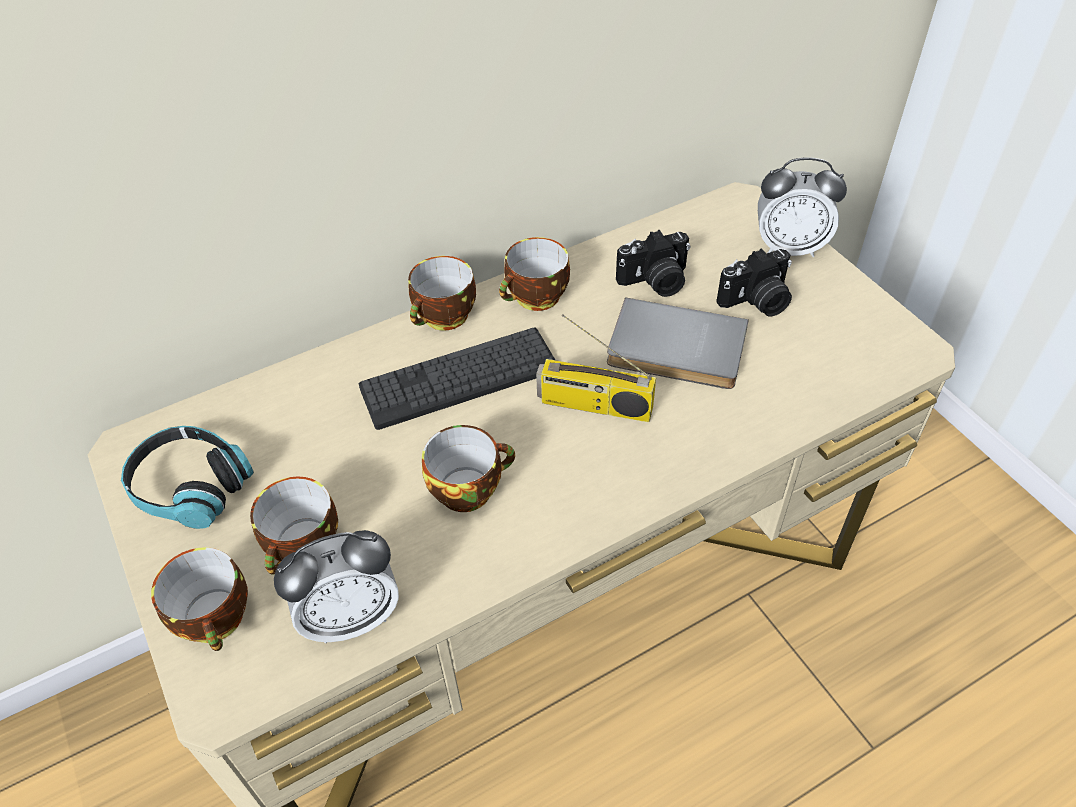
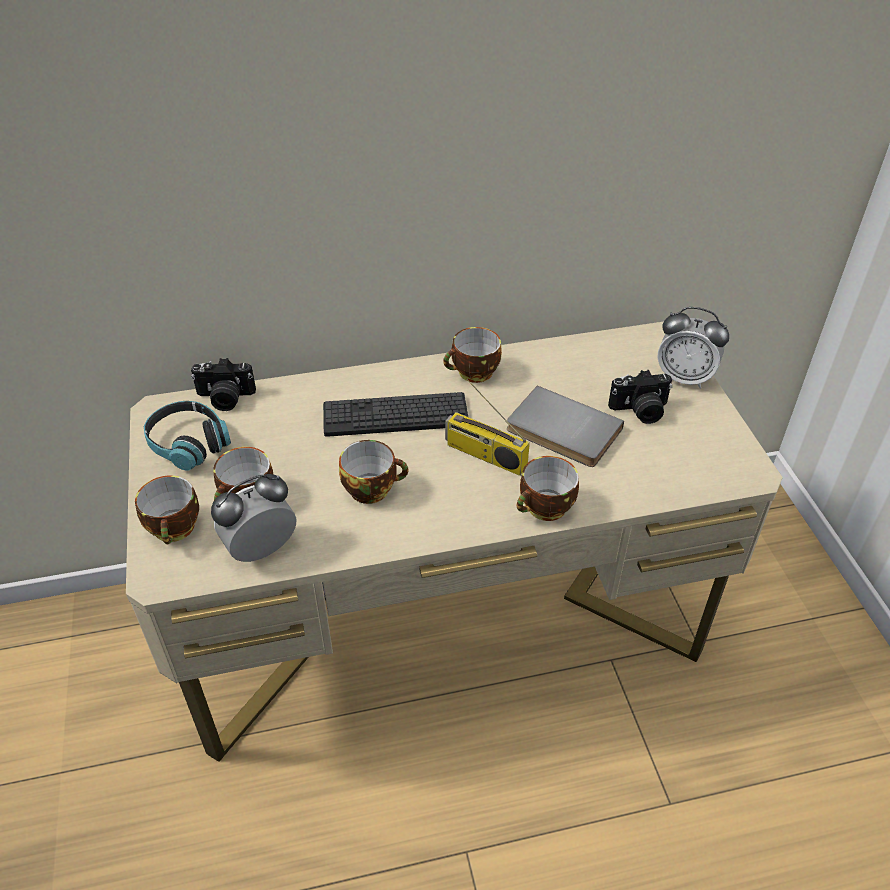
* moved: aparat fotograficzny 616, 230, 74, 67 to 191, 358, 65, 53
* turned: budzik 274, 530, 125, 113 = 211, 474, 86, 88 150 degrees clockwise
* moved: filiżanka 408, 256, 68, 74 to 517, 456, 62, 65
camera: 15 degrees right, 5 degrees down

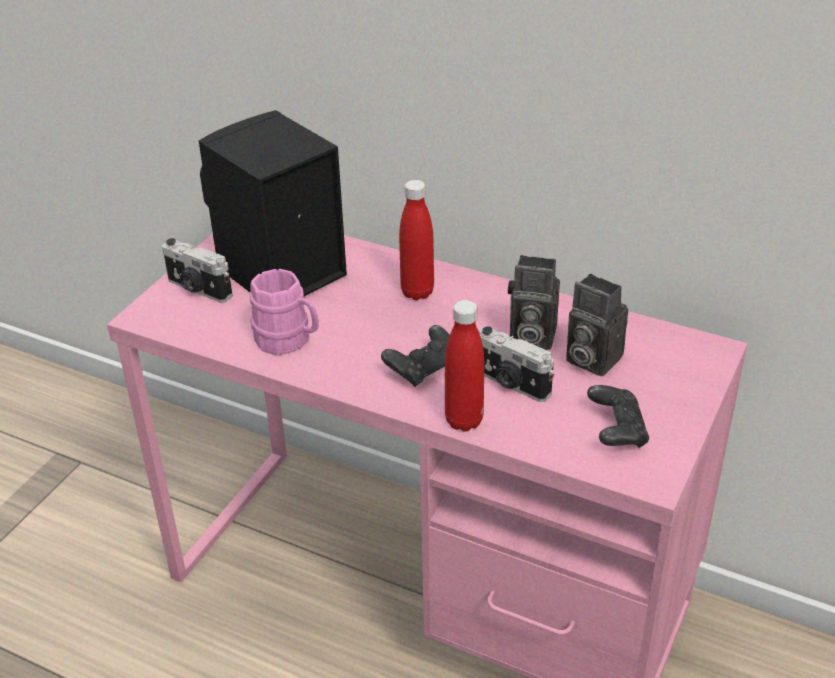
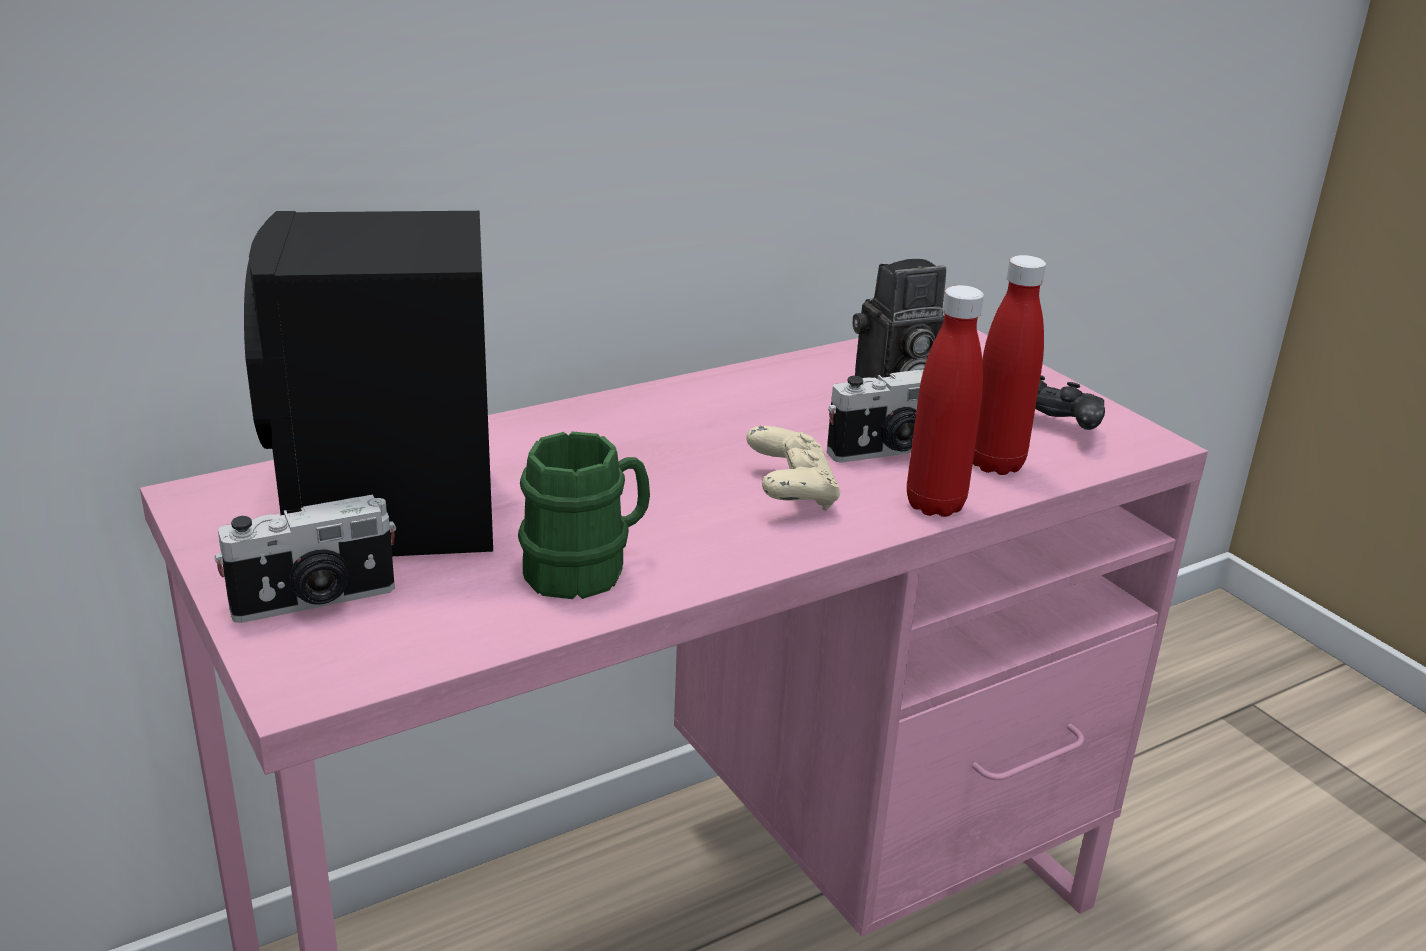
* recoloured: kubek/różowy 249, 269, 70, 86 to kubek/zielony 518, 432, 132, 167
* recoloured: pad do gier/czarny 381, 325, 69, 62 to pad do gier/beżowy 747, 426, 94, 85
* moved: butelka/czerwony 399, 180, 35, 120 to 973, 255, 73, 220
* removed: aparat fotograficzny 508, 255, 52, 95
camera: 60 degrees left, 10 degrees down

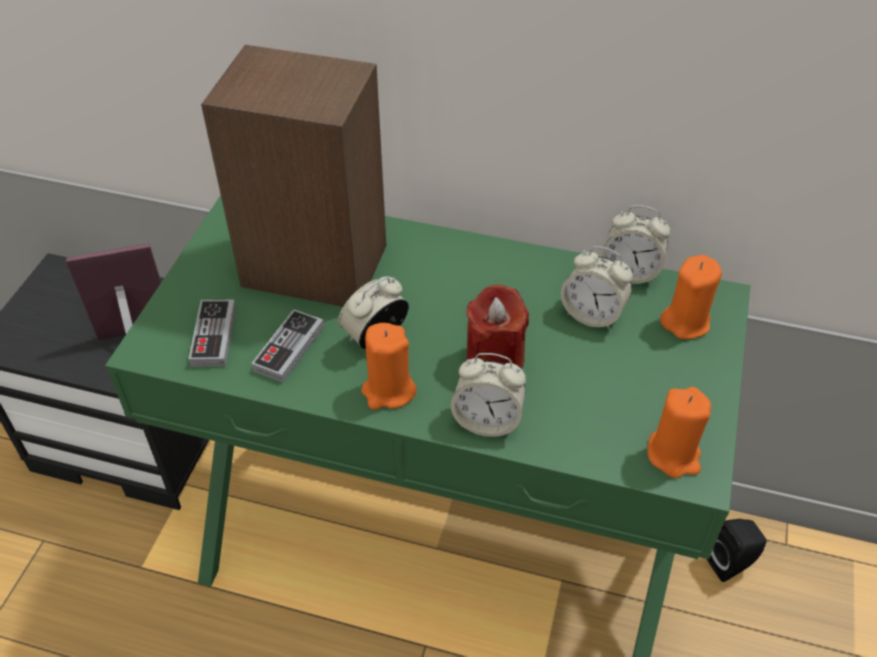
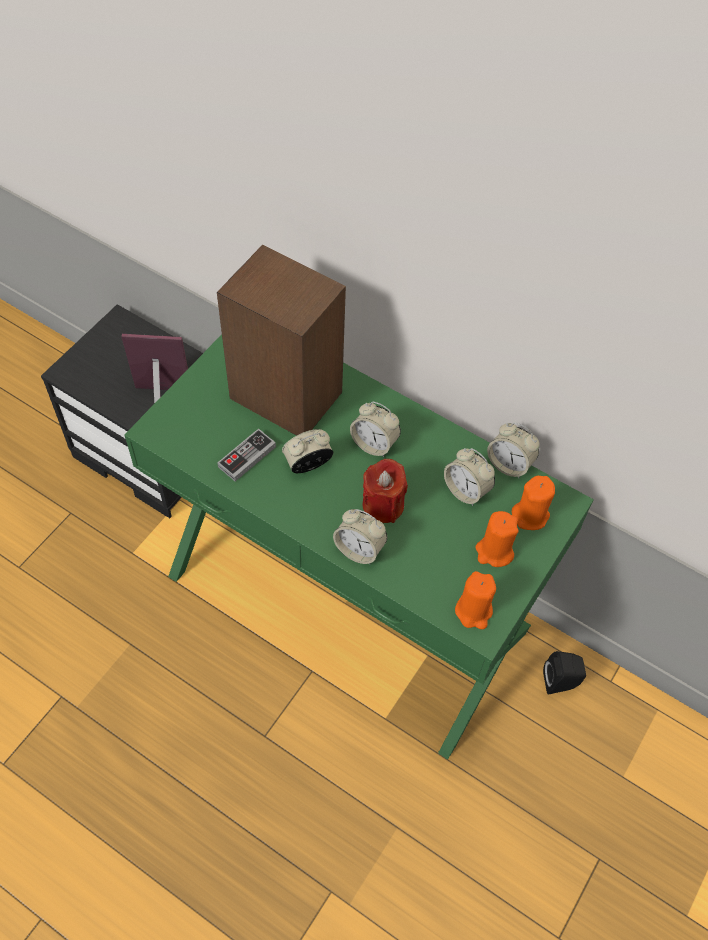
* added: budzik 350, 402, 51, 55
* moved: świeca/pomarańczowy 361, 323, 56, 87 to 476, 511, 42, 56
* removed: pad do gier 189, 299, 47, 68
camera: 15 degrees right, 10 degrees up

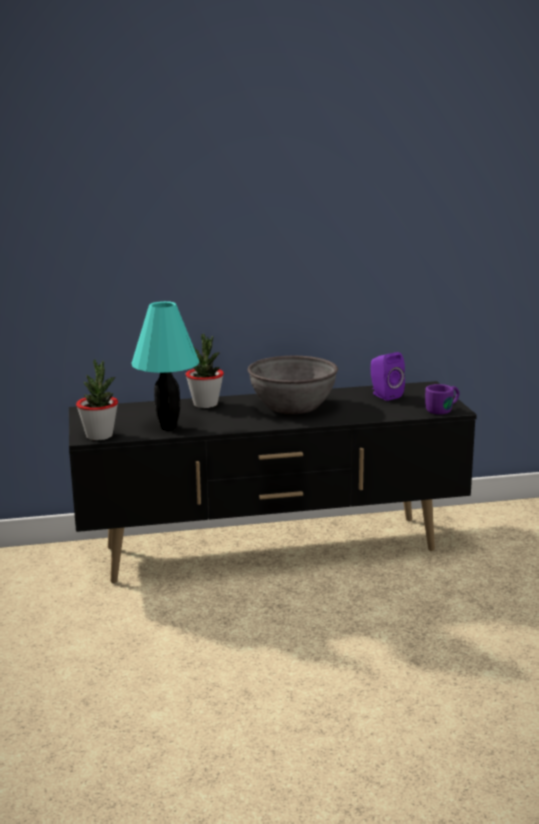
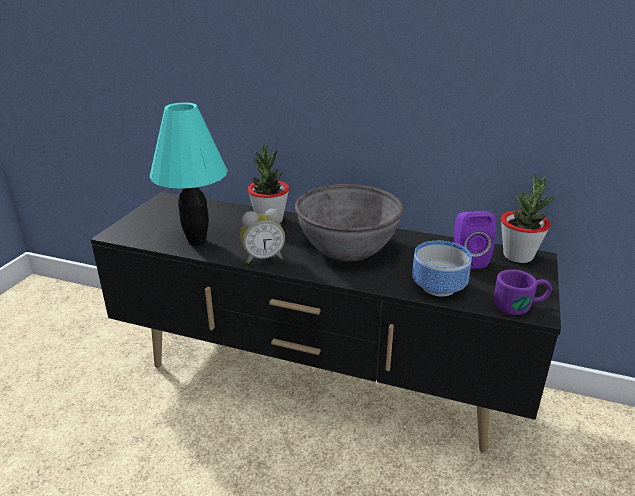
* added: budzik 241, 209, 44, 55
* added: miska 412, 241, 60, 56
* moved: roślina doniczkowa 76, 359, 42, 81 to 501, 173, 54, 90
camera: 30 degrees right, 10 degrees up

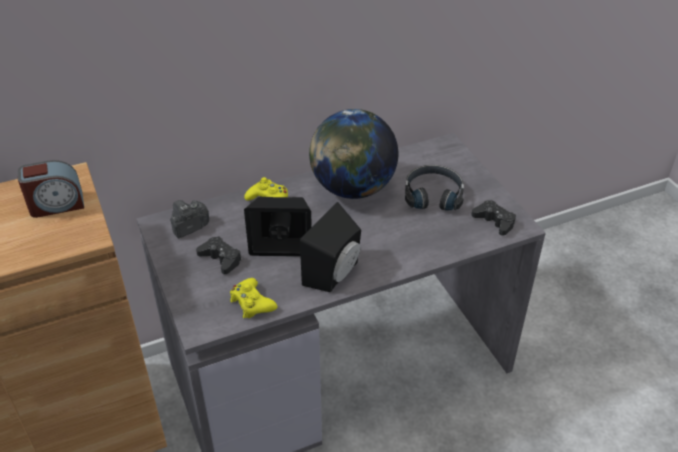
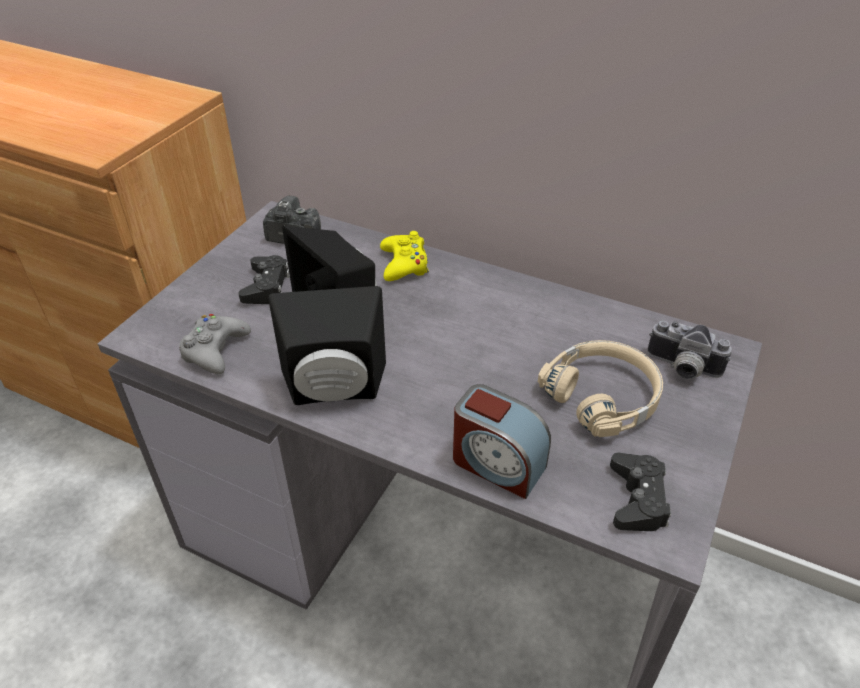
* recoloured: pad do gier/żółty 230, 278, 47, 40 to pad do gier/szary 179, 314, 72, 60
* moved: budzik 18, 160, 66, 58 to 453, 384, 98, 115
* recoloured: słuchawki/czarny 405, 165, 59, 45 to słuchawki/beżowy 538, 340, 125, 97
* added: aparat fotograficzny 647, 320, 85, 60
* removed: globus 309, 109, 89, 90
camera: 50 degrees right, 0 degrees up

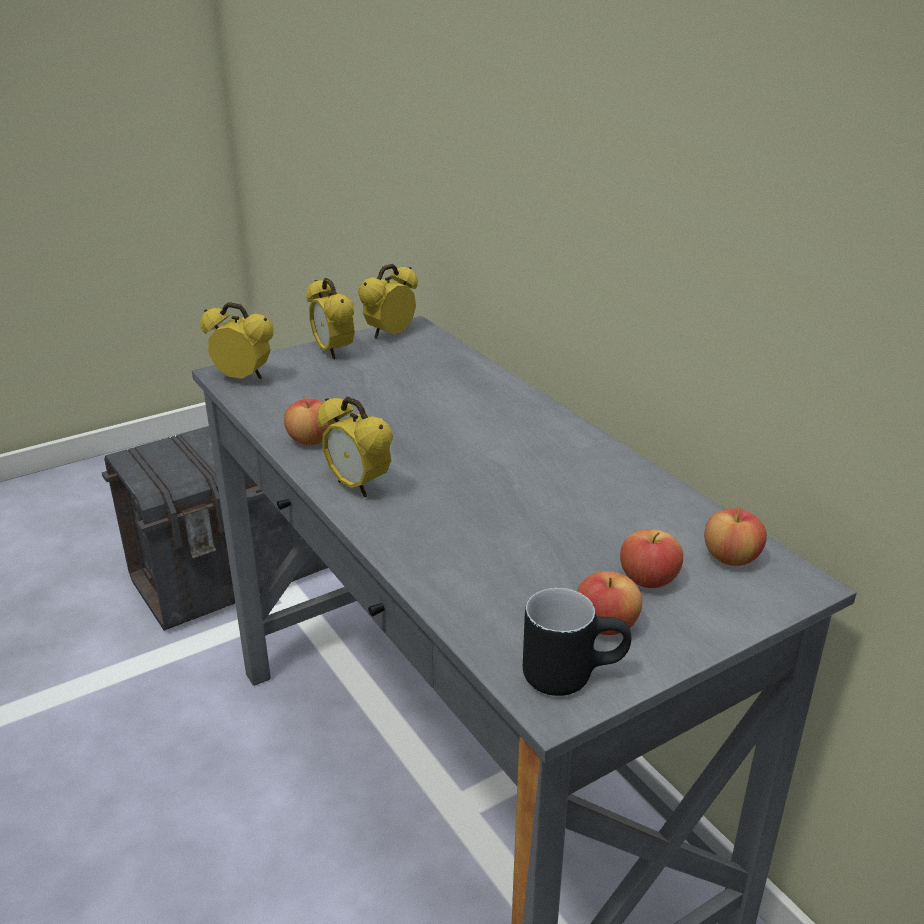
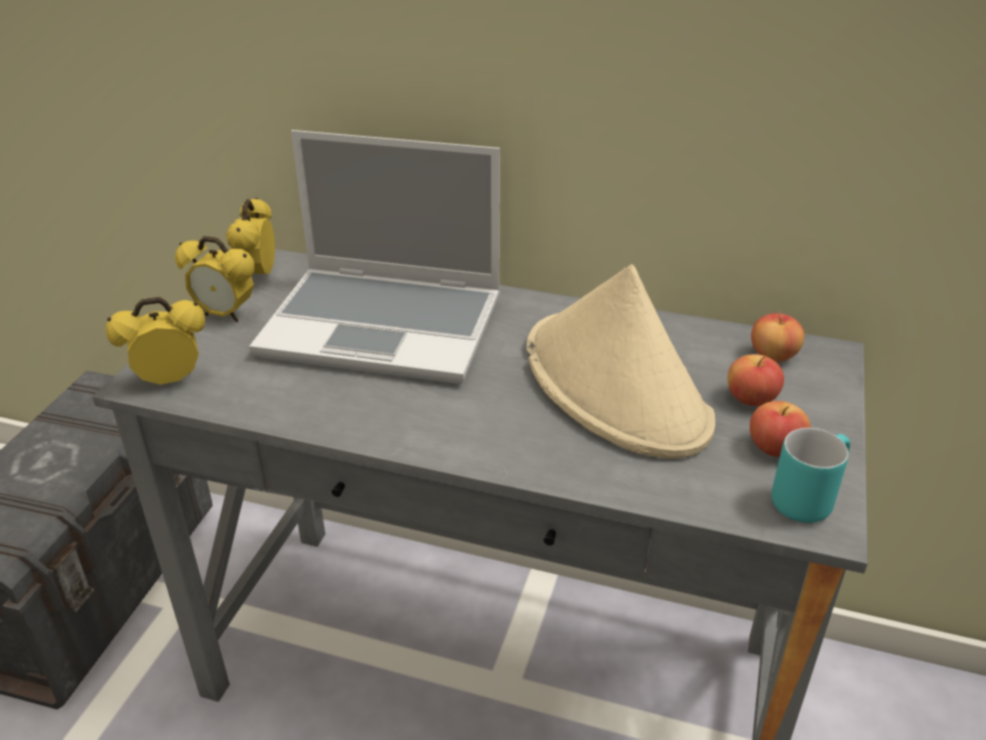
* added: laptop 249, 130, 251, 254
* added: kapelusz/beżowy 527, 264, 188, 195
* recoloured: kubek/czarny 523, 588, 108, 108 to kubek/turkusowy 771, 428, 79, 95
* removed: jabłko 284, 396, 50, 49
* removed: budzik 317, 397, 76, 100
camera: 40 degrees left, 5 degrees up

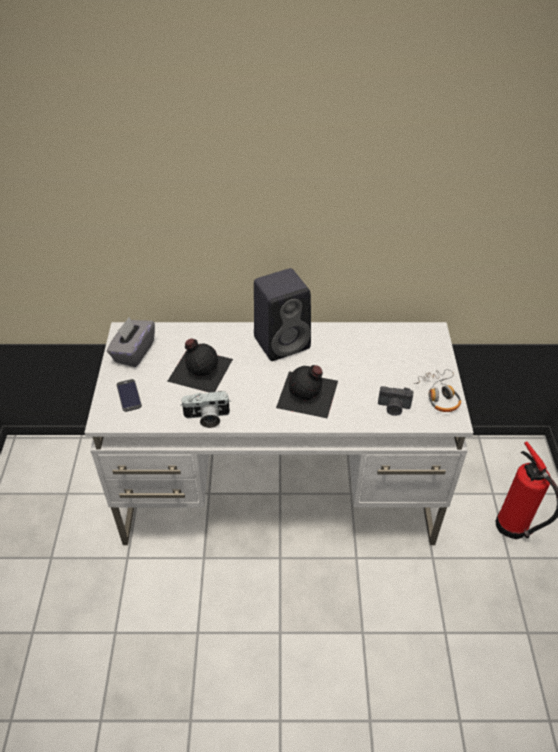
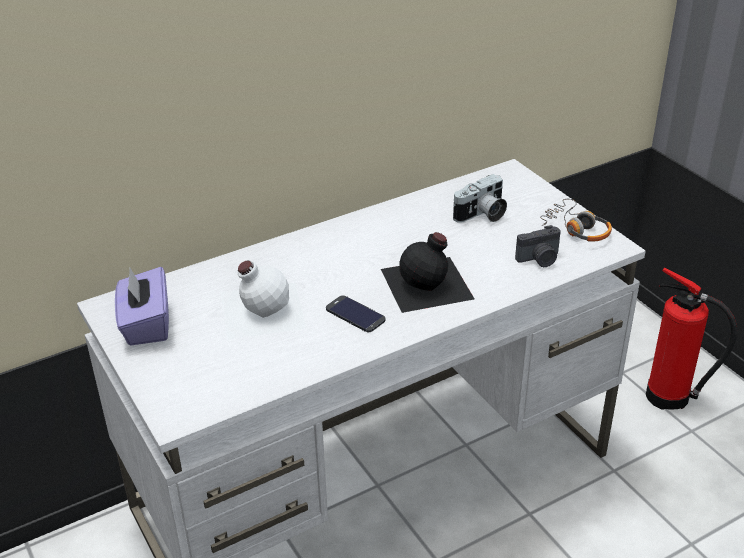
* recoloured: pudełko chusteczek/szary 107, 317, 48, 50 to pudełko chusteczek/fioletowy 115, 267, 54, 78
* recoloured: butelka/czarny 167, 339, 66, 53 to butelka/biały 221, 261, 85, 79
* moved: telefon 117, 379, 25, 33 to 326, 295, 60, 37
* moved: aparat fotograficzny 180, 391, 50, 37 to 453, 174, 54, 49
* removed: głośnik/czarny 254, 268, 57, 93
camera: 30 degrees left, 10 degrees down

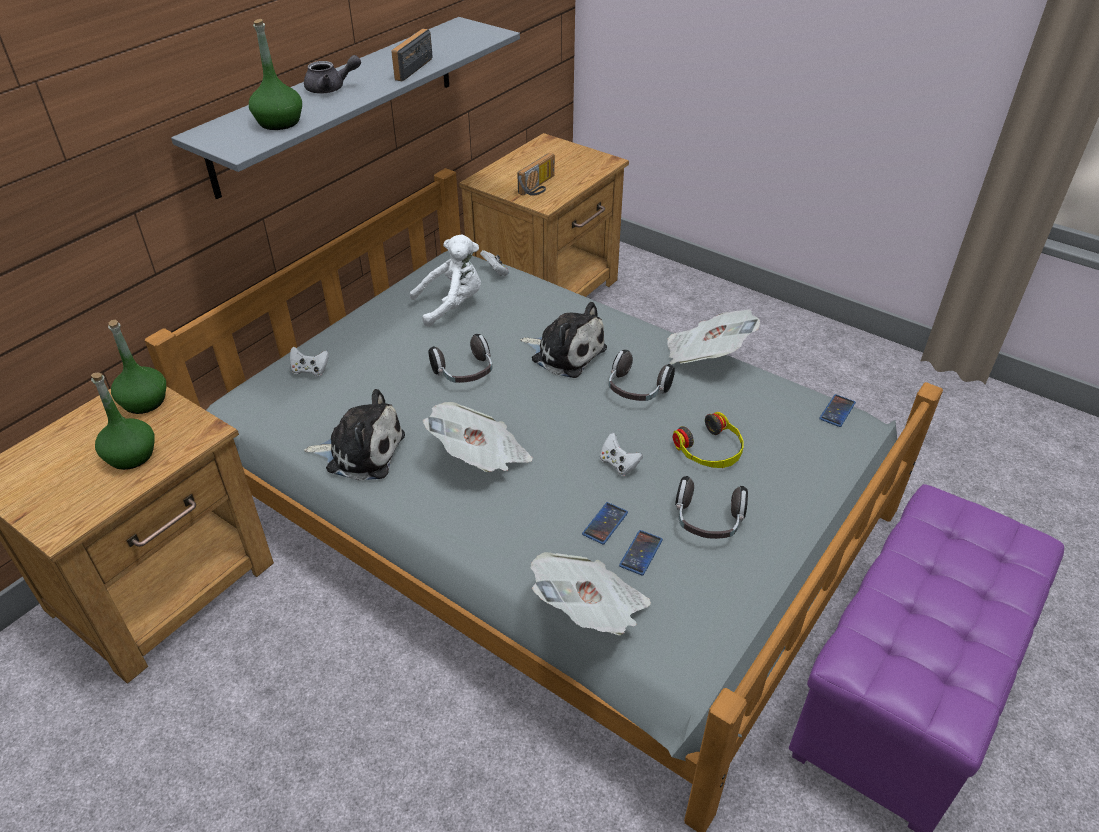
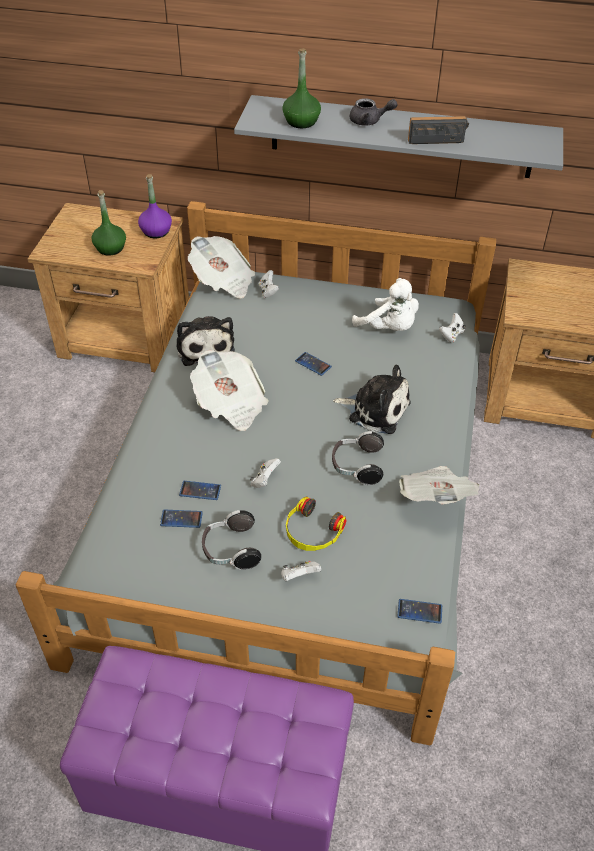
* recoloured: butelka/zielony 108, 319, 58, 95 to butelka/fioletowy 138, 174, 34, 64
* moved: gazeta 530, 552, 121, 83 to 188, 236, 67, 62
* added: pad do gier/biały 281, 561, 40, 20
* replaced: słuchawki 429, 334, 63, 49 to telefon 295, 352, 37, 24
* turned: pluszak 520, 302, 87, 76 = 333, 364, 78, 70 75 degrees counterclockwise
* turned: imbryk/szary 304, 55, 57, 39 = 350, 98, 47, 28 45 degrees counterclockwise
* removed: radio 517, 153, 38, 43
camera: 65 degrees right, 5 degrees up

